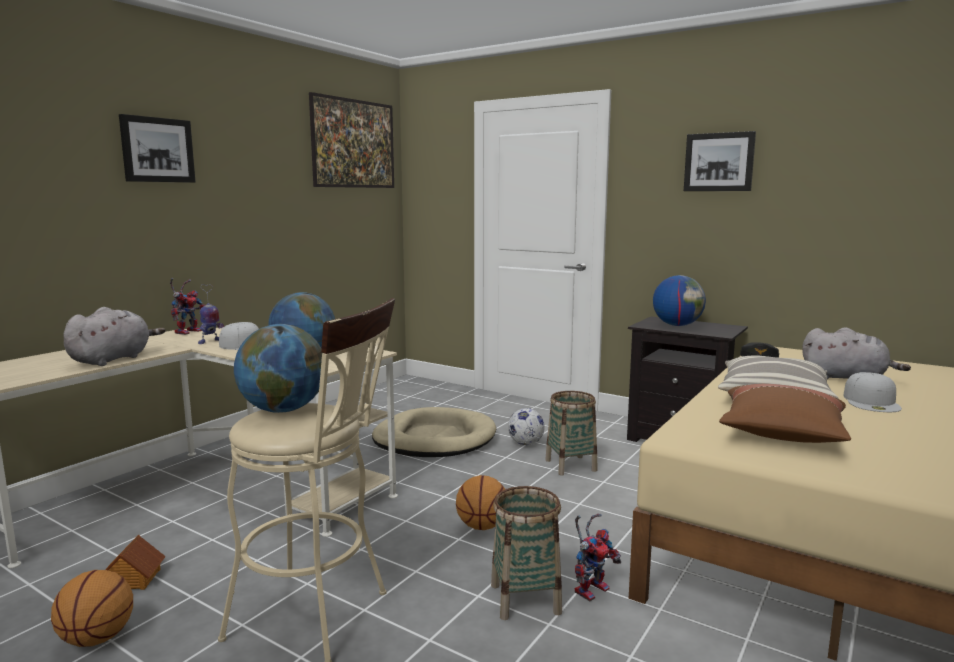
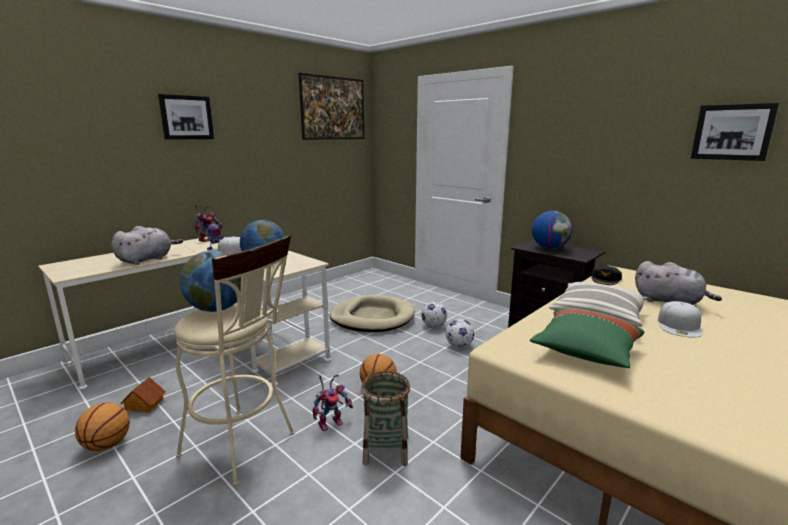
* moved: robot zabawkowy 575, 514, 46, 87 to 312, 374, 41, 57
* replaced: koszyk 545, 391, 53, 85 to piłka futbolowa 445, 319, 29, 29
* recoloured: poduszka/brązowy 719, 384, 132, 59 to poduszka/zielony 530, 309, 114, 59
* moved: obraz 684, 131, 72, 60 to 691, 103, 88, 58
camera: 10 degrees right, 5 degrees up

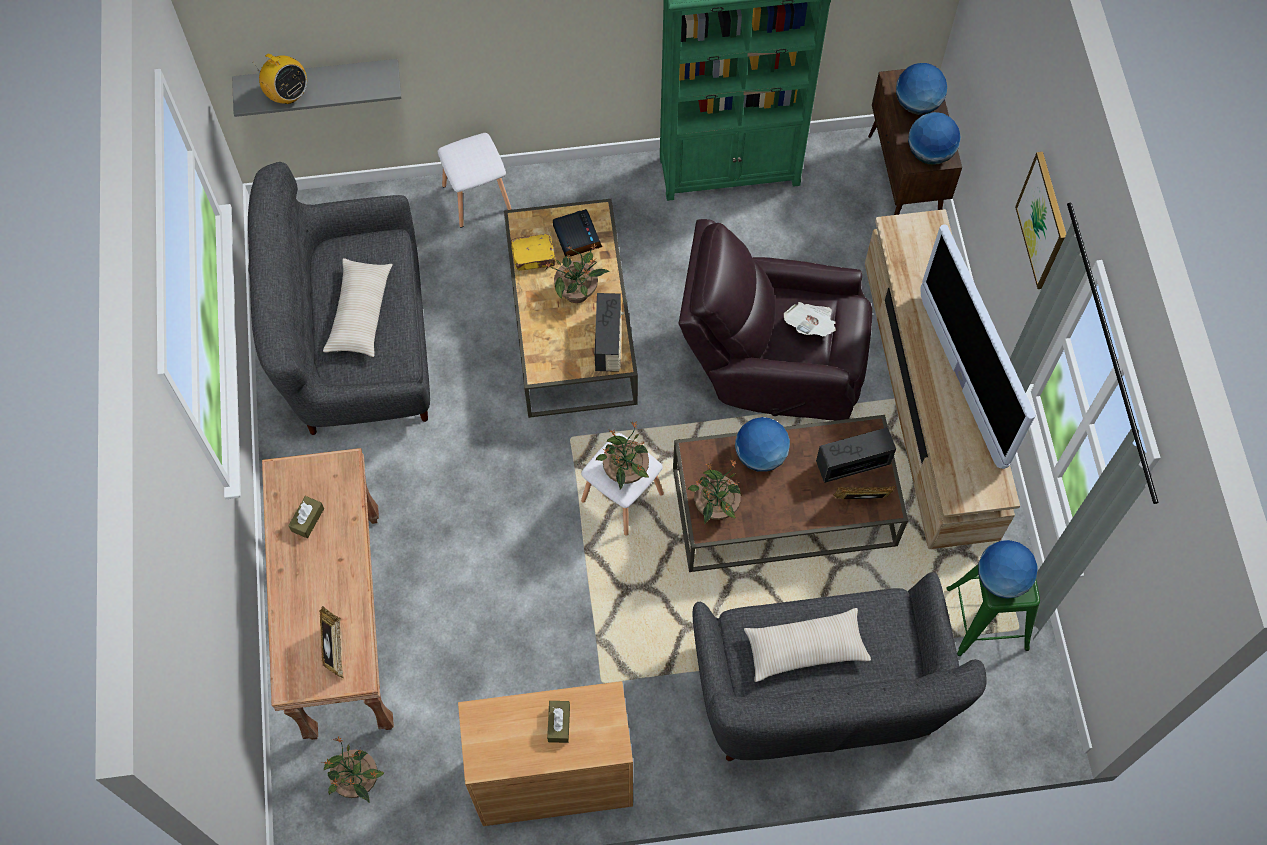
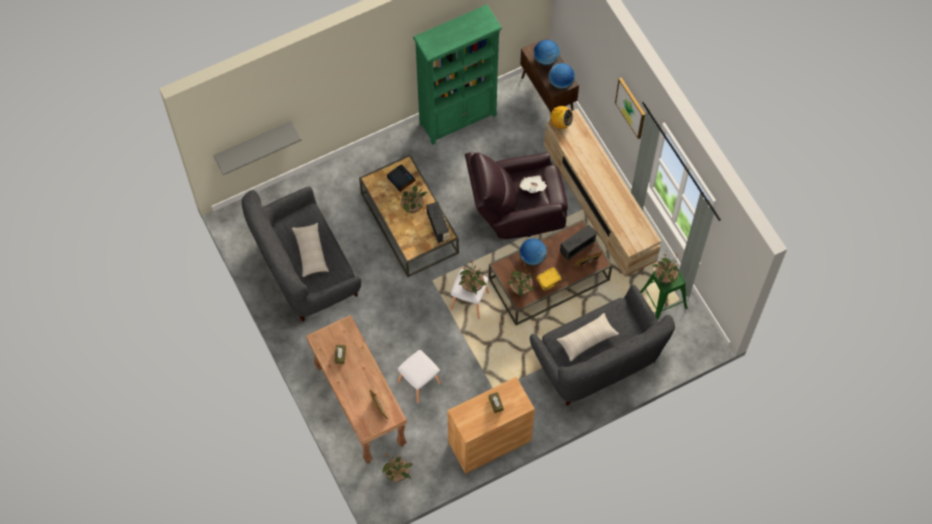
* moved: stołek/biały 437, 133, 74, 95 to 398, 350, 43, 53
* moved: książka/żółty 511, 234, 44, 37 to 536, 267, 27, 24
* moved: radio 254, 54, 53, 50 to 550, 106, 23, 23
* replaced: globus 978, 540, 60, 59 to roślina doniczkowa 653, 253, 25, 30
* removed: telewizor 921, 225, 115, 244
camera: 20 degrees left, 0 degrees up

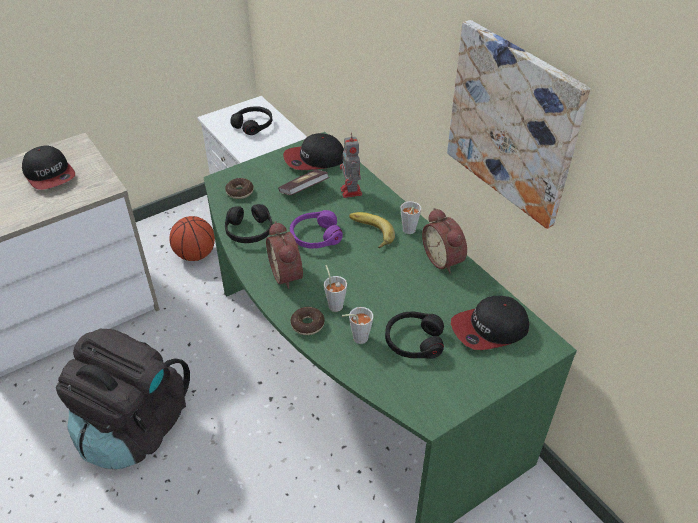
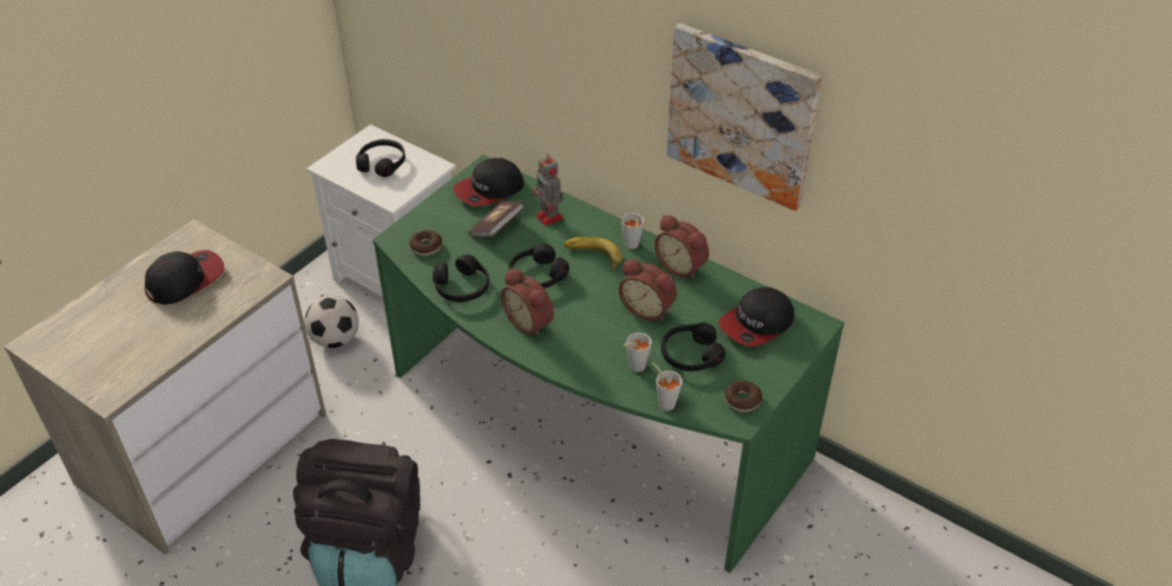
* turned: czapka z daszkiem 22, 145, 53, 45 = 145, 250, 79, 55 75 degrees counterclockwise
* replaced: piłka do koszykówki 169, 216, 46, 45 to piłka futbolowa 305, 295, 54, 53
* recoloured: słuchawki/fioletowy 290, 210, 53, 39 to słuchawki/czarny 509, 244, 60, 44
* added: budzik 619, 259, 58, 62
* moved: filiżanka/szary 324, 265, 23, 47 to 652, 362, 30, 49
* moved: donut 291, 307, 34, 28 to 724, 380, 38, 32
camera: 20 degrees left, 0 degrees up

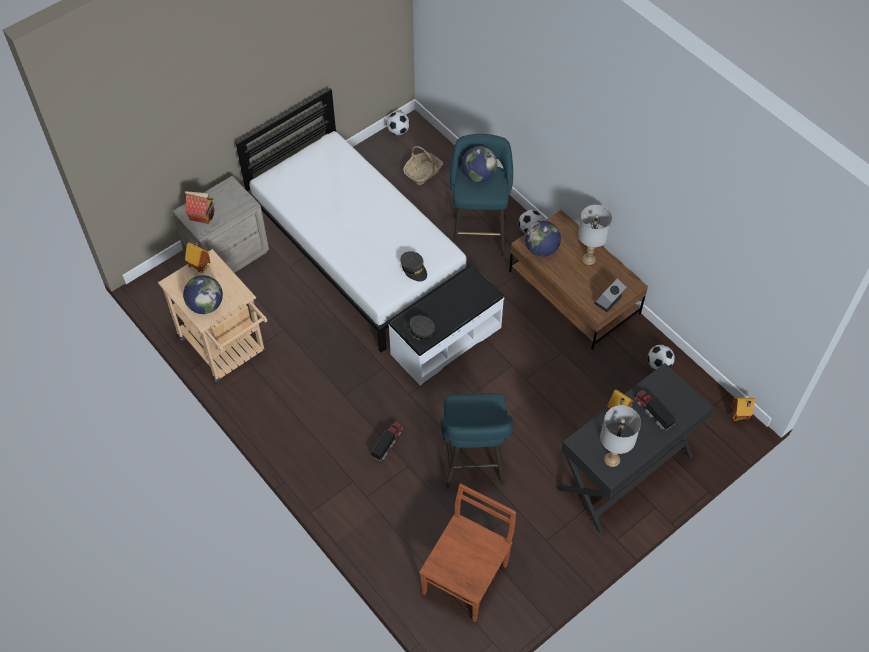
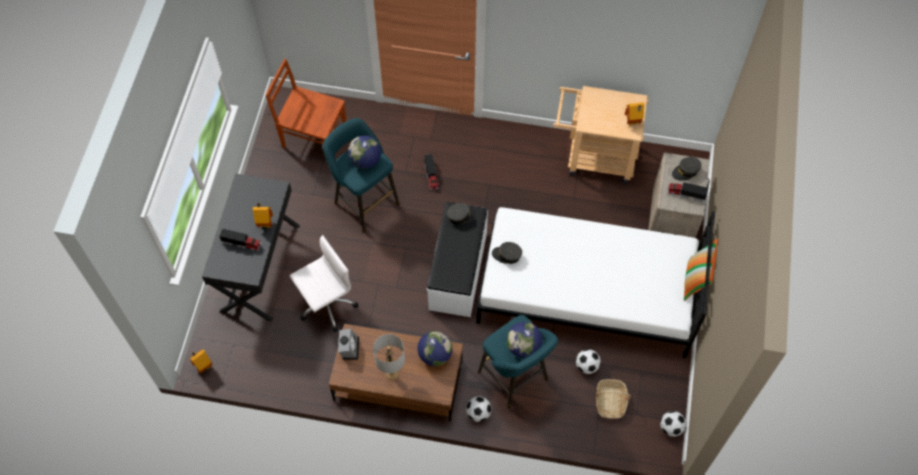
* turned: krzesło/brązowy 419, 483, 97, 139 = 265, 59, 81, 89 120 degrees clockwise
* added: krzesło biurowe/biały 290, 235, 68, 97
* moved: globus 183, 275, 40, 39 to 348, 135, 33, 33
* moved: piłka futbolowa 648, 345, 27, 25 to 576, 349, 25, 25
* added: ciężarówka zabawkowa 667, 182, 41, 20
* replaced: domek 185, 191, 30, 33 to czapka z daszkiem/szary 672, 157, 29, 24
* added: poduszka 684, 238, 34, 63
* removed: lampa stołowa/szary 600, 405, 41, 62
camera: 140 degrees right, 5 degrees up

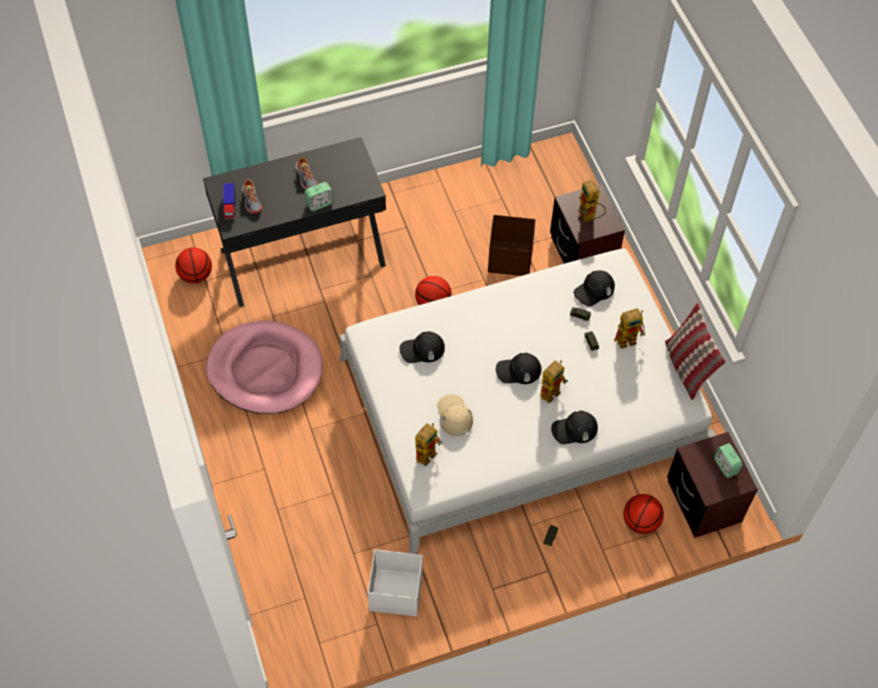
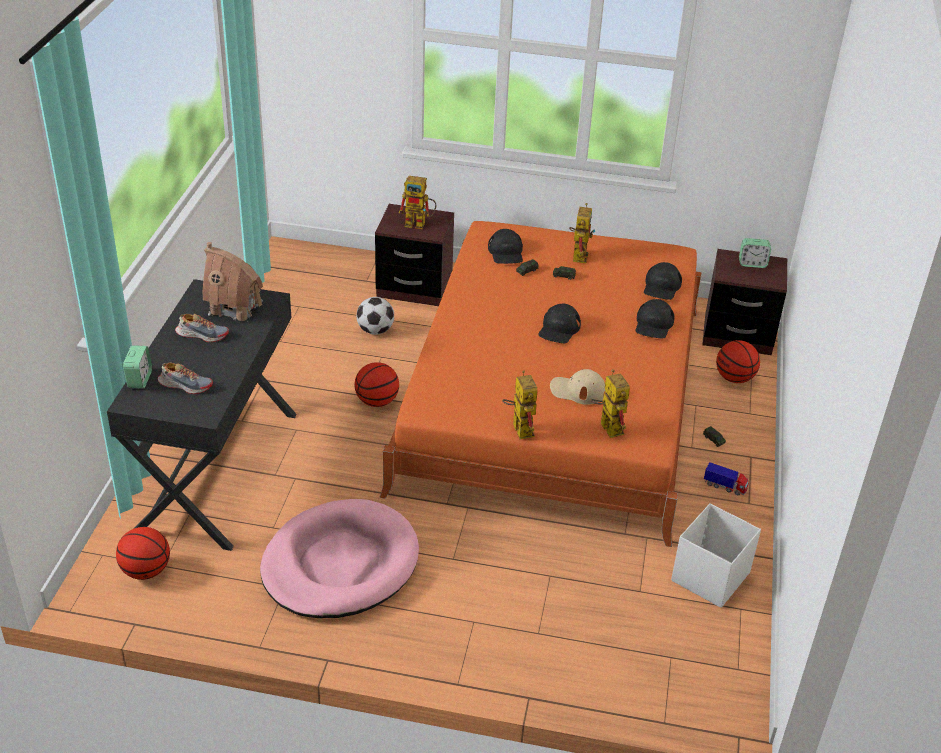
* moved: budzik 304, 182, 29, 29 to 123, 346, 29, 42
* added: domek 203, 242, 60, 79
* replaced: pojemnik do przechowywania/brązowy 488, 215, 48, 61 to piłka futbolowa 356, 297, 38, 38
* recoloured: łóżko/biały 339, 248, 377, 306 to łóżko/pomarańczowy 380, 221, 322, 326
* moved: robot zabawkowy 540, 360, 28, 44 to 502, 370, 36, 69
* moved: czapka z daszkiem/czarny 400, 331, 45, 32 to 644, 262, 38, 38
* moved: ciężarówka zabawkowa 223, 183, 12, 37 to 704, 462, 45, 33
* removed: poduszka 665, 303, 61, 97
camera: 60 degrees left, 20 degrees down

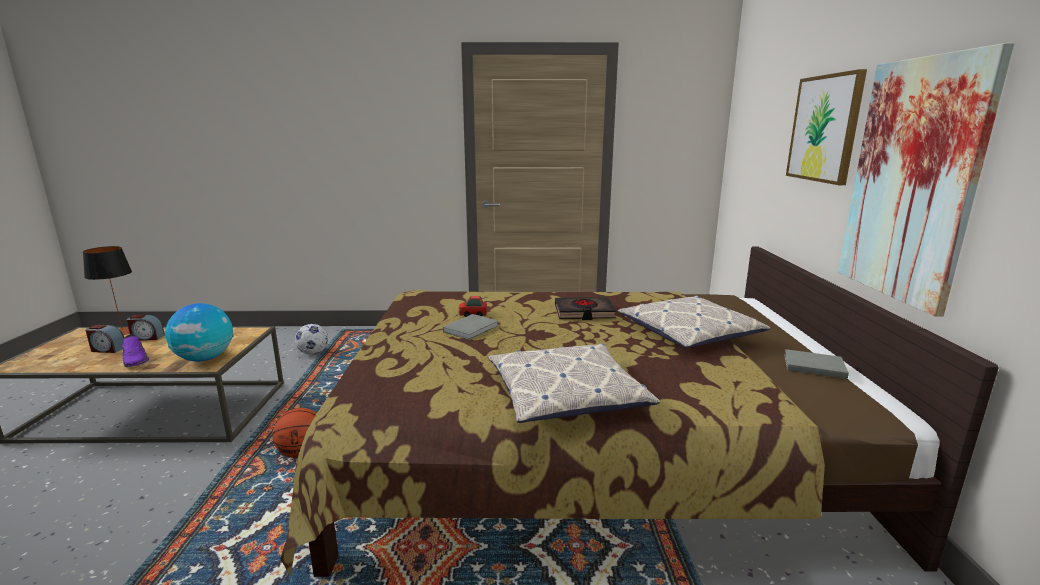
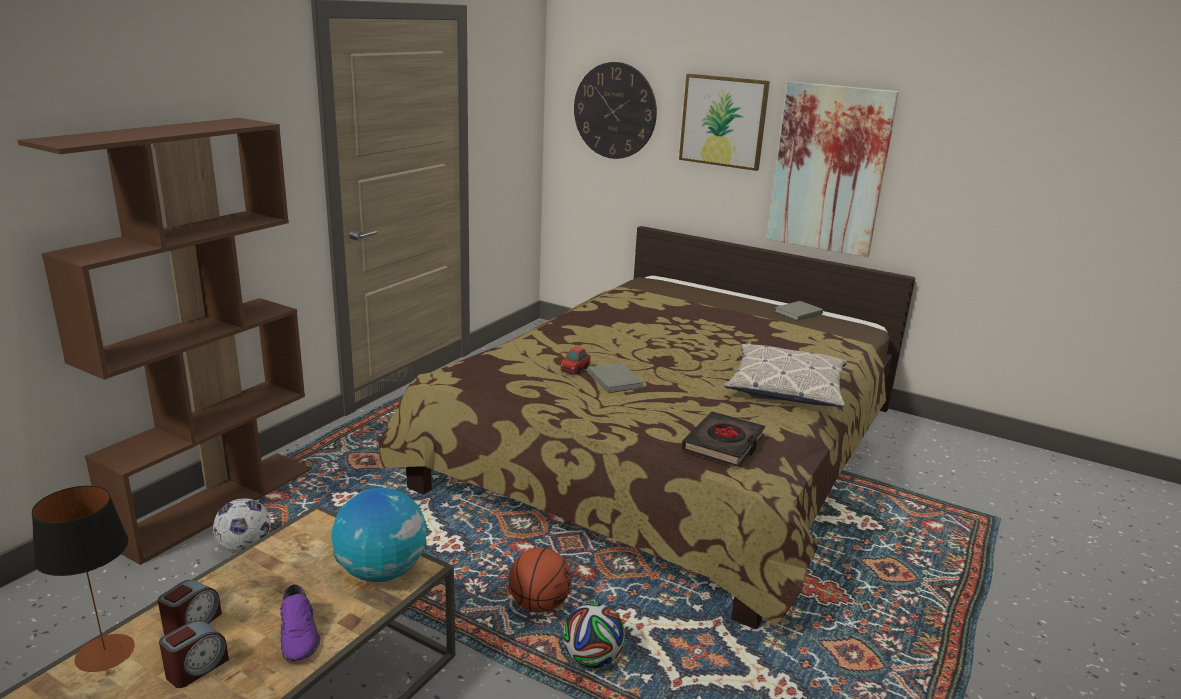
* added: regał/brązowy 17, 118, 295, 447
* turned: but/fioletowy 121, 334, 28, 33 = 280, 584, 40, 78 75 degrees clockwise
* added: piłka futbolowa 563, 603, 62, 65
* added: zegar ścienny 574, 62, 83, 97
* moved: książka/czarny 555, 297, 61, 23 to 681, 411, 84, 56
* removed: poduszka 618, 295, 153, 53
camera: 60 degrees left, 5 degrees up

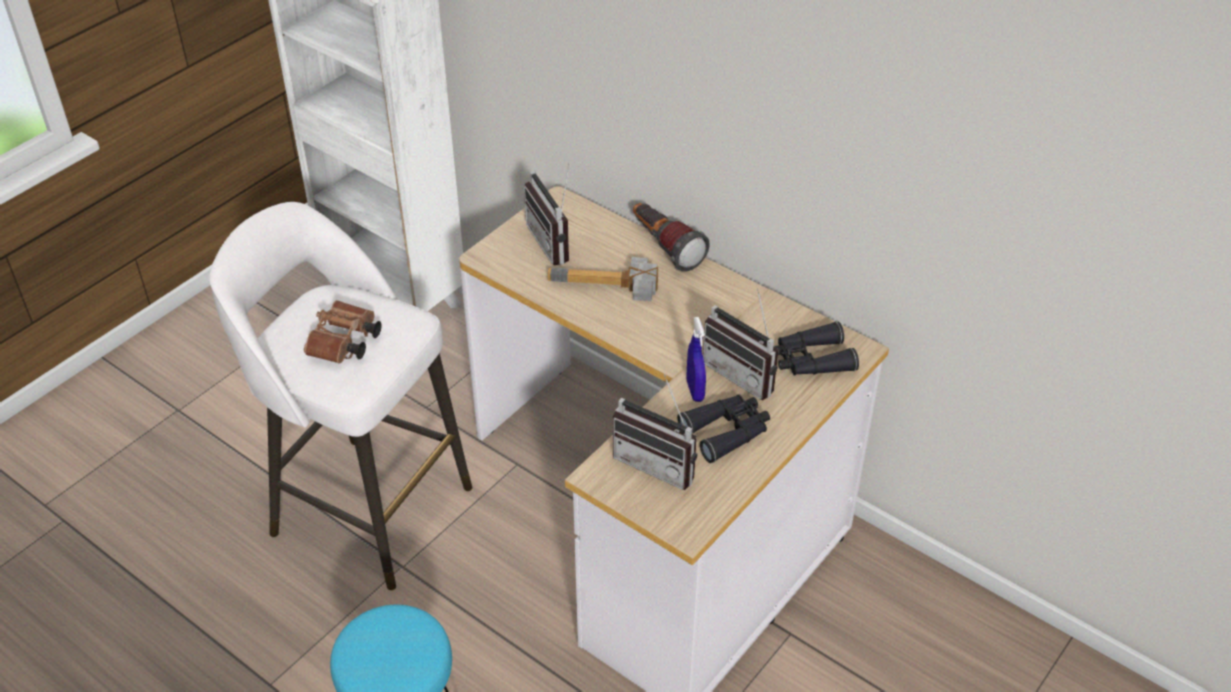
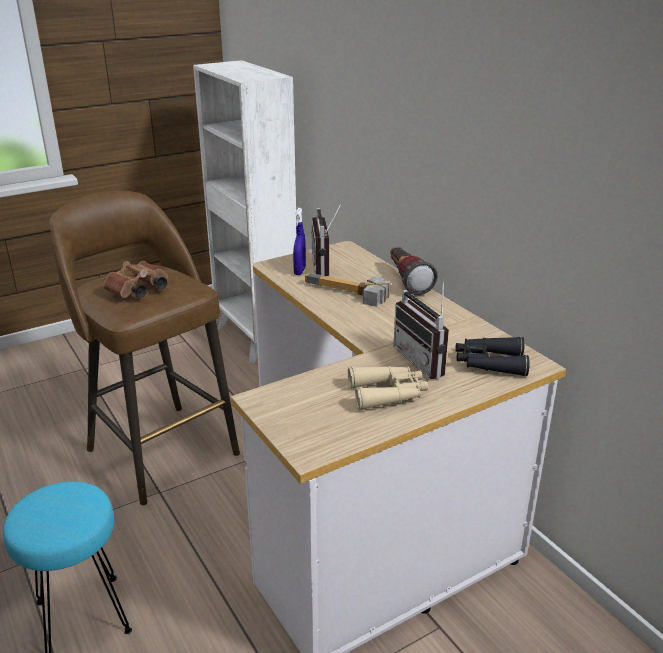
* recoloured: stołek/biały 209, 202, 263, 388 to stołek/brązowy 50, 191, 190, 314
* moved: spryskiwacz/niebieski 687, 317, 19, 85 to 293, 208, 13, 67
* recoloured: lornetka/czarny 677, 394, 93, 69 to lornetka/beżowy 348, 366, 80, 44
* removed: radio 613, 374, 84, 116
camera: 20 degrees right, 15 degrees down

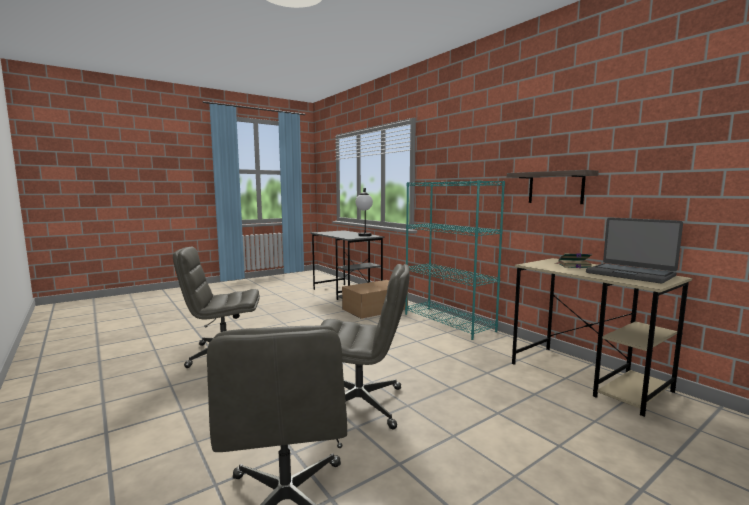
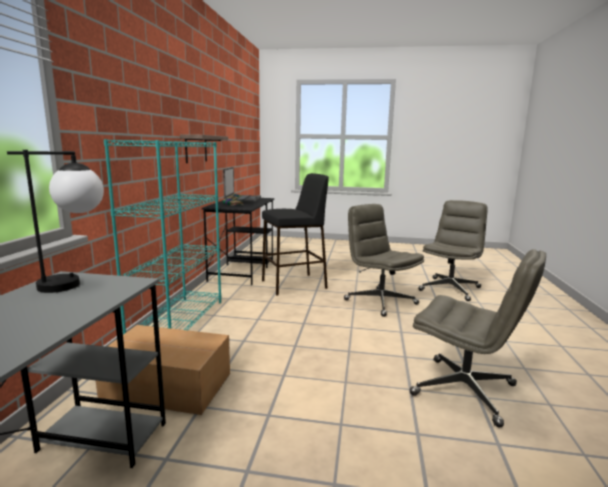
* recoloured: biurko/beżowy 512, 258, 180, 159 to biurko/czarny 202, 198, 72, 87
* added: stołek/czarny 262, 173, 67, 123
camera: 135 degrees left, 5 degrees up

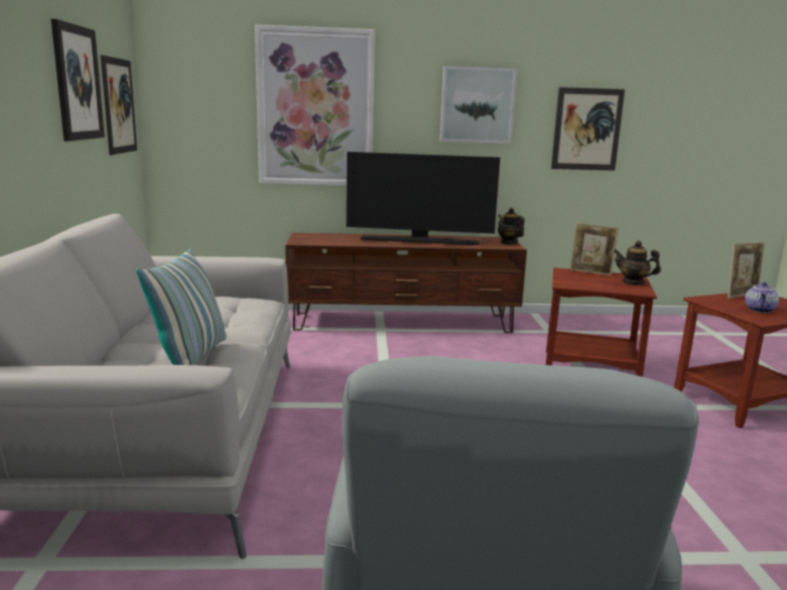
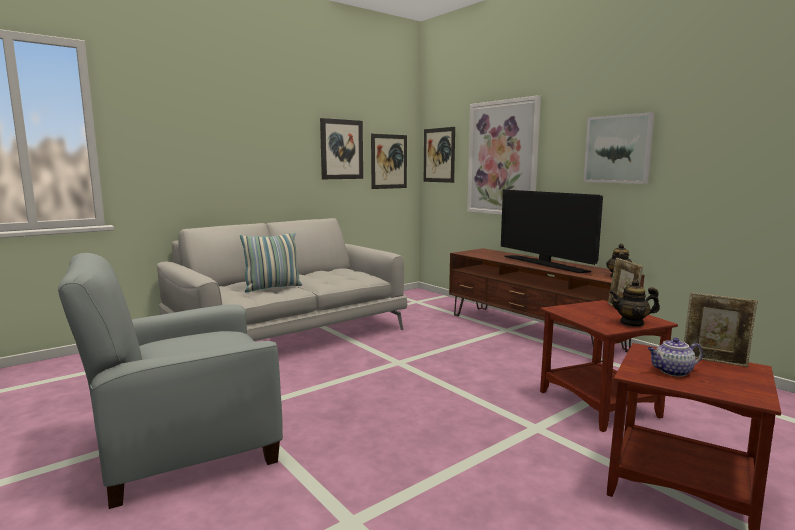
* moved: obraz 551, 87, 74, 84 to 424, 127, 31, 56
* turned: imbryk 613, 241, 48, 44 = 609, 279, 51, 48 75 degrees counterclockwise
camera: 55 degrees right, 5 degrees down

